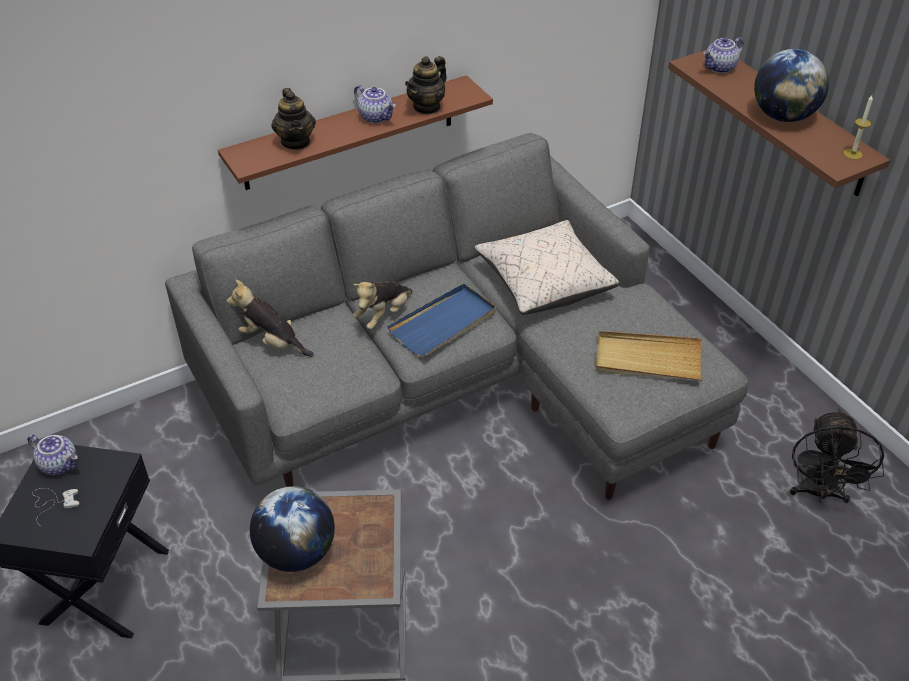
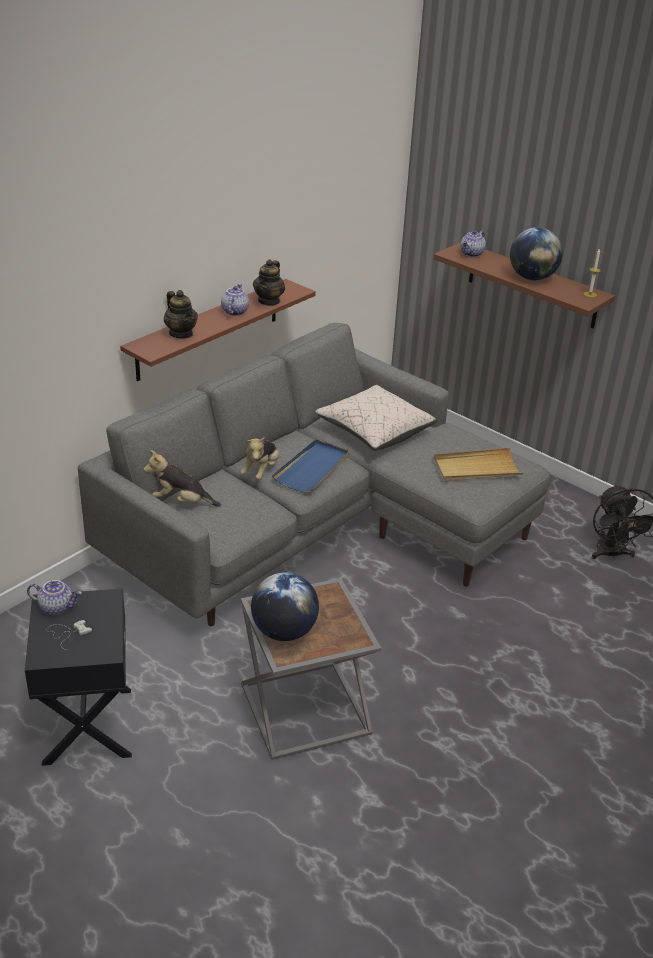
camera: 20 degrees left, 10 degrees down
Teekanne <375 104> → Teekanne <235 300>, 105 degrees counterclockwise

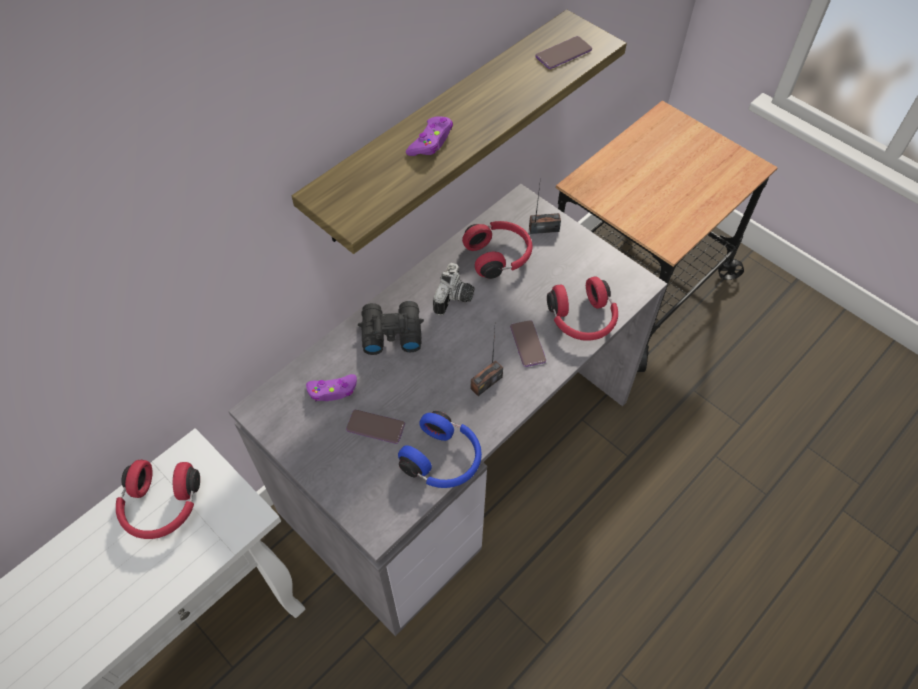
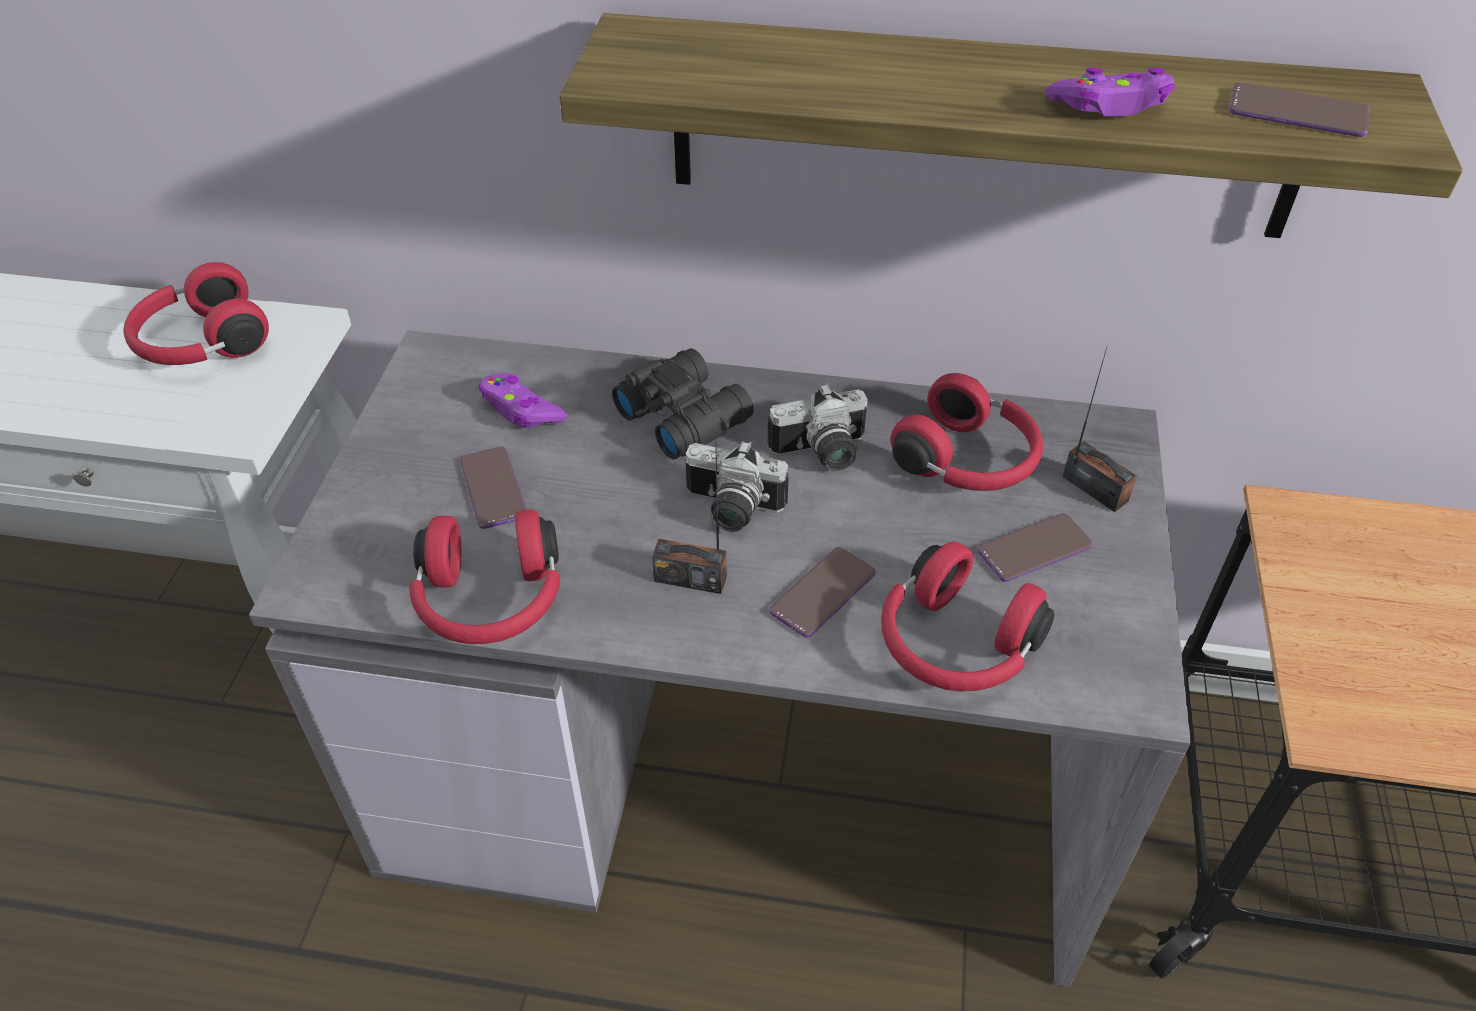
camera: 55 degrees right, 10 degrees down
Gamepad [lila] <429 136> → Gamepad [lila] <1110 92>, shifted
Kopfhörer [blau] <440 449> → Kopfhörer [rot] <485 576>
- → Kamera <737 486>
- → Handy <1035 547>

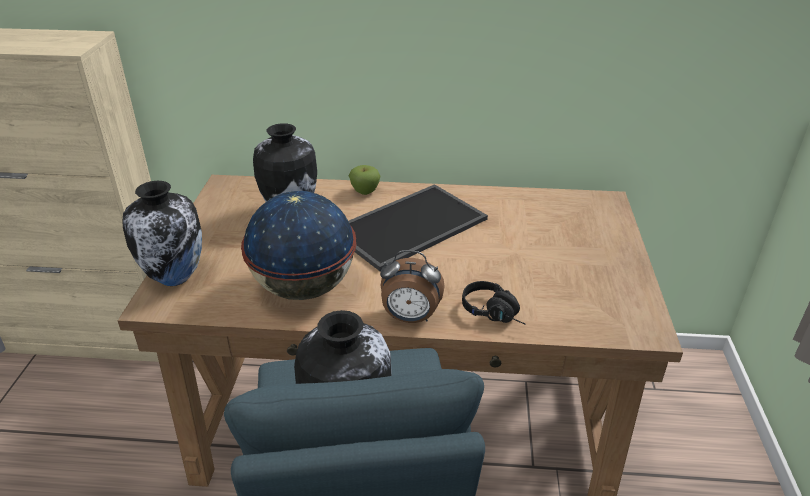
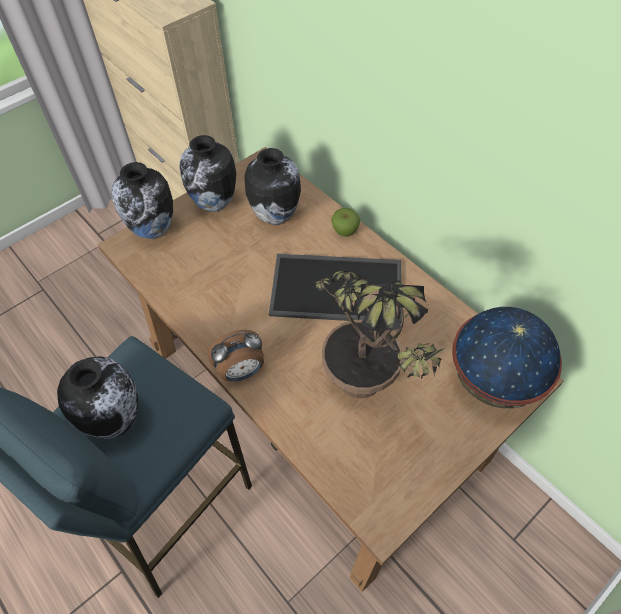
camera: 45 degrees right, 20 degrees up
Globus <298 245> → Globus <507 358>, shifted
Wecker <412 286> → Wecker <236 355>, 75 degrees counterclockwise
Kopfhörer [schwarz] <493 302> → -
- → Vase <207 173>
- → Topfpflanze <380 334>

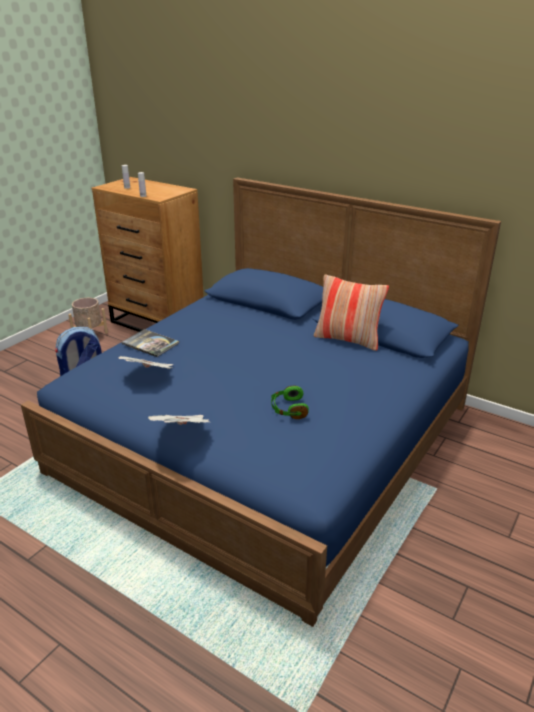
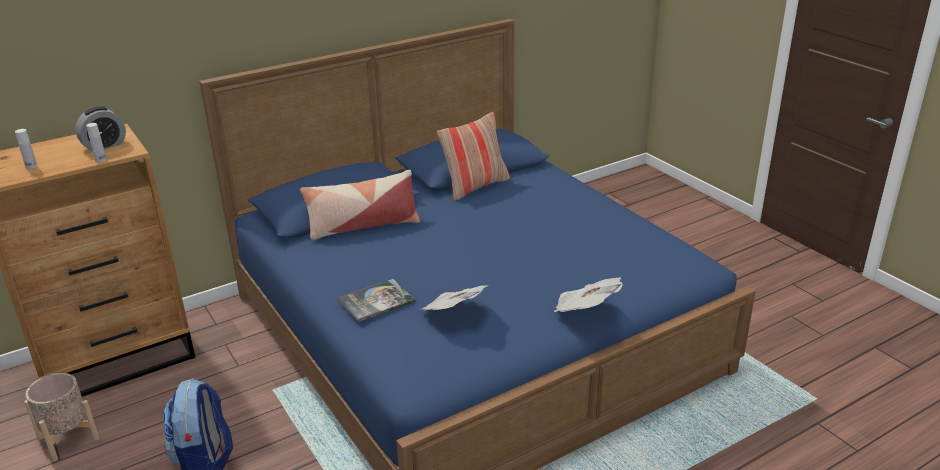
camera: 65 degrees left, 0 degrees up
Kopfhörer [grün] <290 402> → -
- → Wecker <100 129>
- → Kissen <360 205>

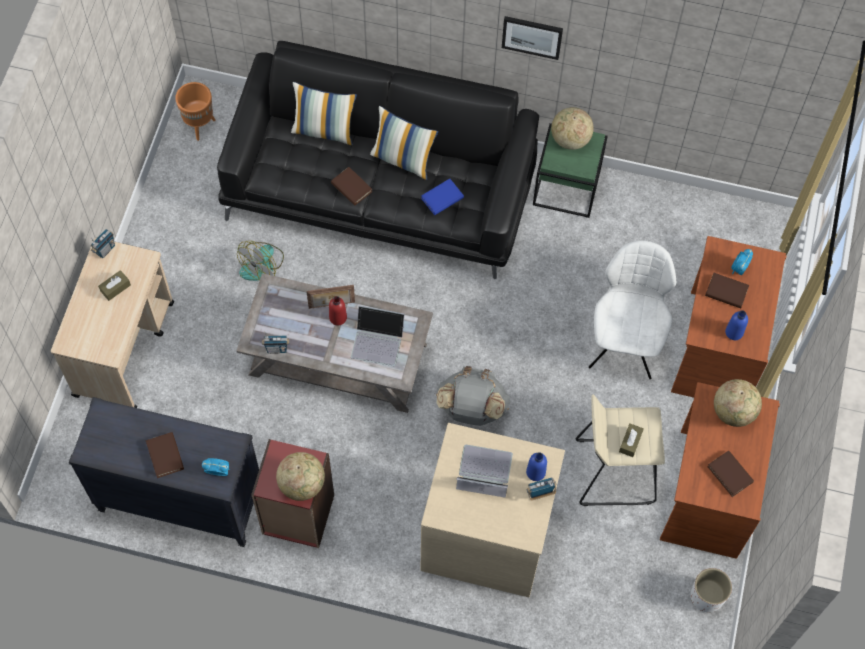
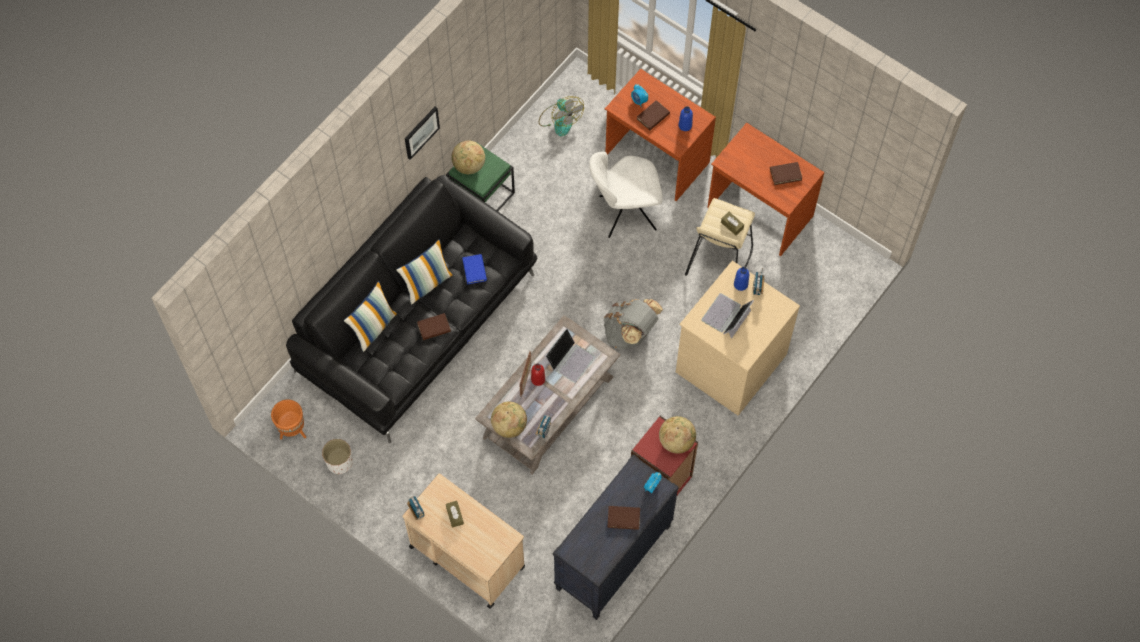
camera: 65 degrees left, 0 degrees up
Stuhl [weiß] <632 309> → Stuhl [weiß] <626 195>, 45 degrees counterclockwise
Ventilator <260 261> → Ventilator <561 116>, shifted
Globus <738 403> → Globus <509 420>, shifted
Pflanzkübel [weiß] <711 590> → Pflanzkübel [weiß] <337 456>, shifted

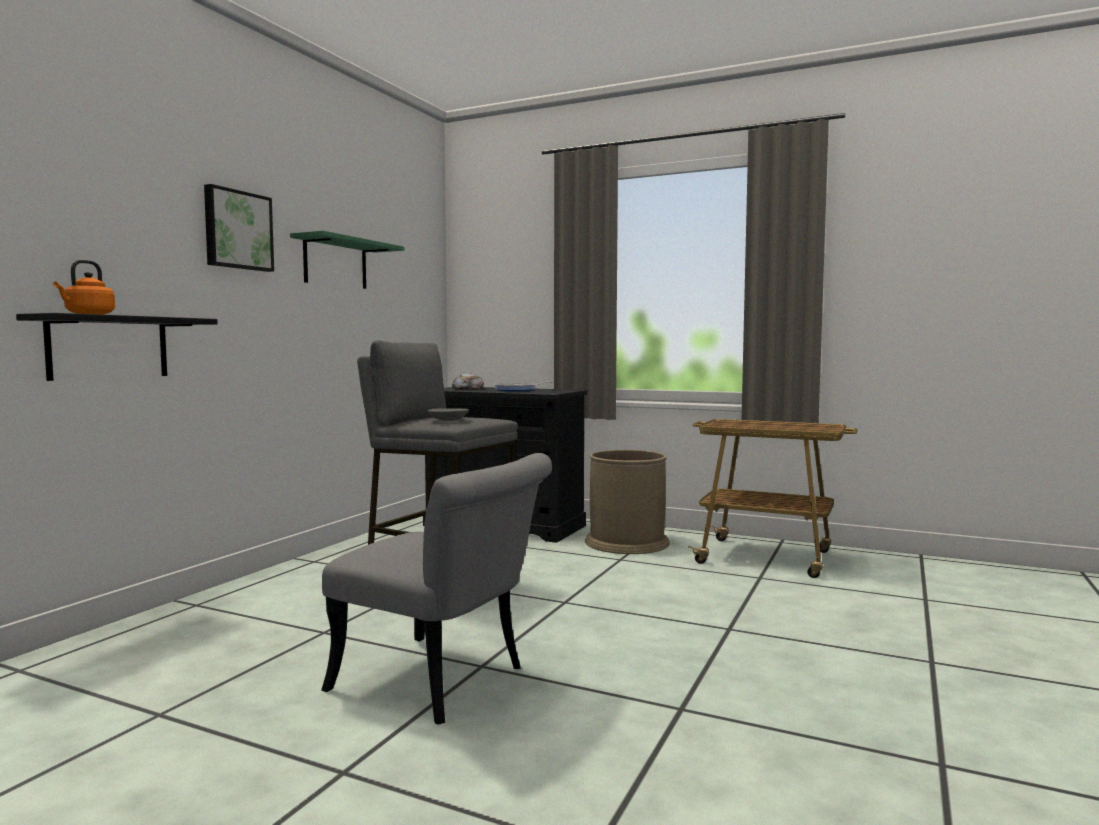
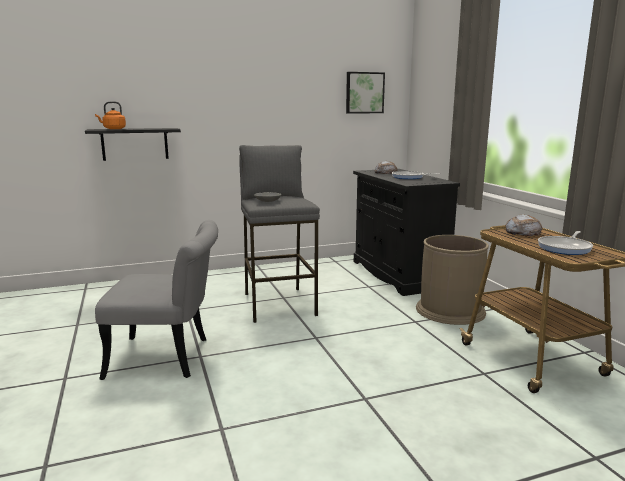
camera: 45 degrees right, 10 degrees up
Bild <239 228> → Bild <365 93>, shifted
Wandregal [grün] <347 259> → -
Stuhl [grau] <436 588> → Stuhl [grau] <156 300>, 75 degrees counterclockwise
- → Brot <523 225>
- → Pfanne <565 243>

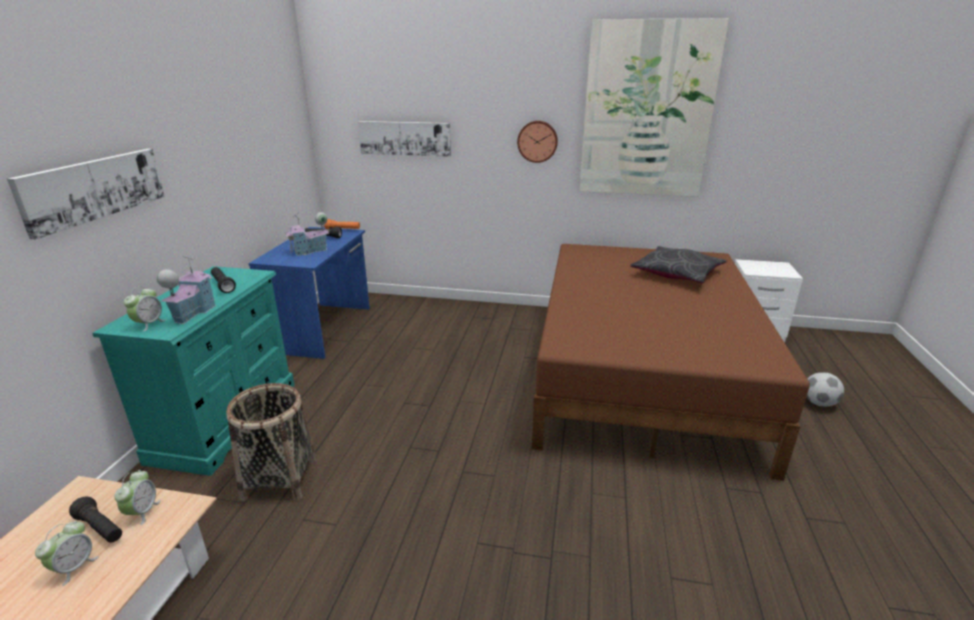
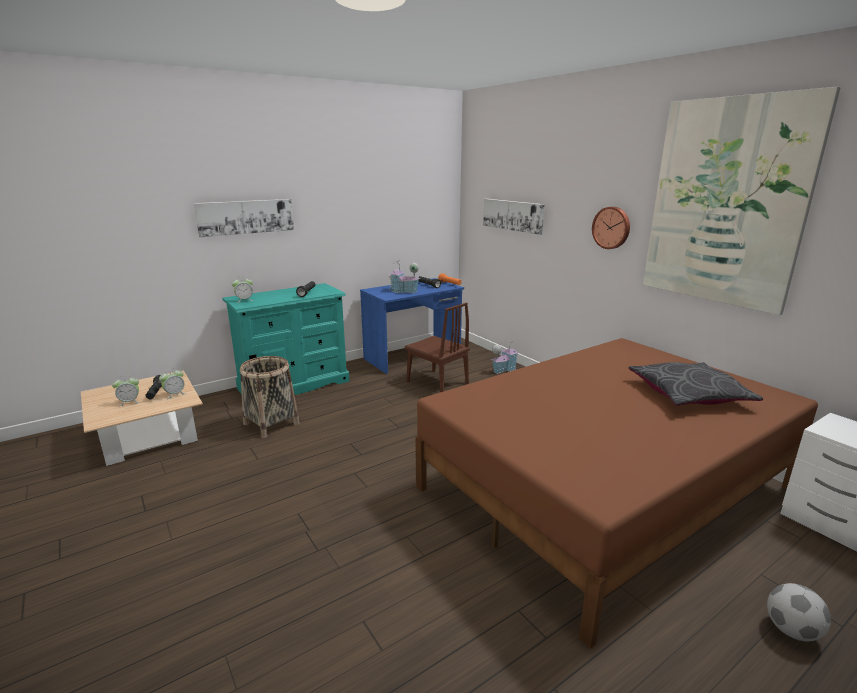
camera: 45 degrees right, 5 degrees down
Spielzeughaus <186 290> → Spielzeughaus <504 357>, shifted
- → Stuhl [braun] <437 347>

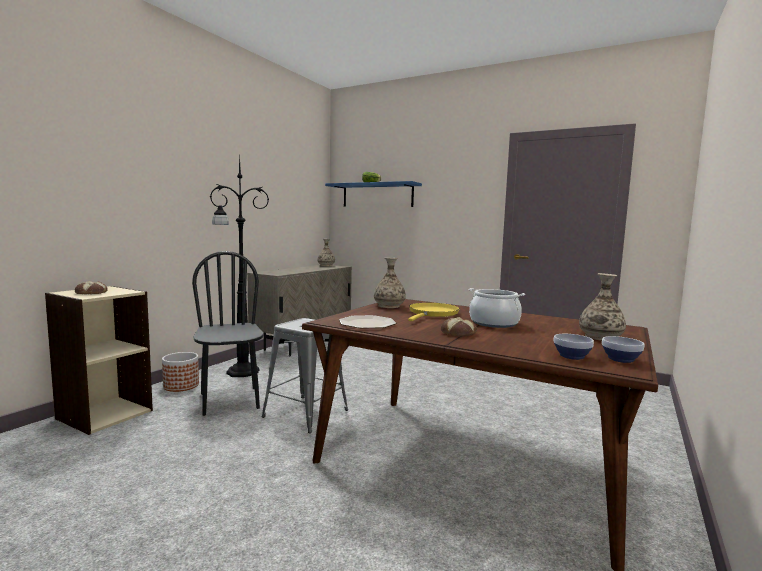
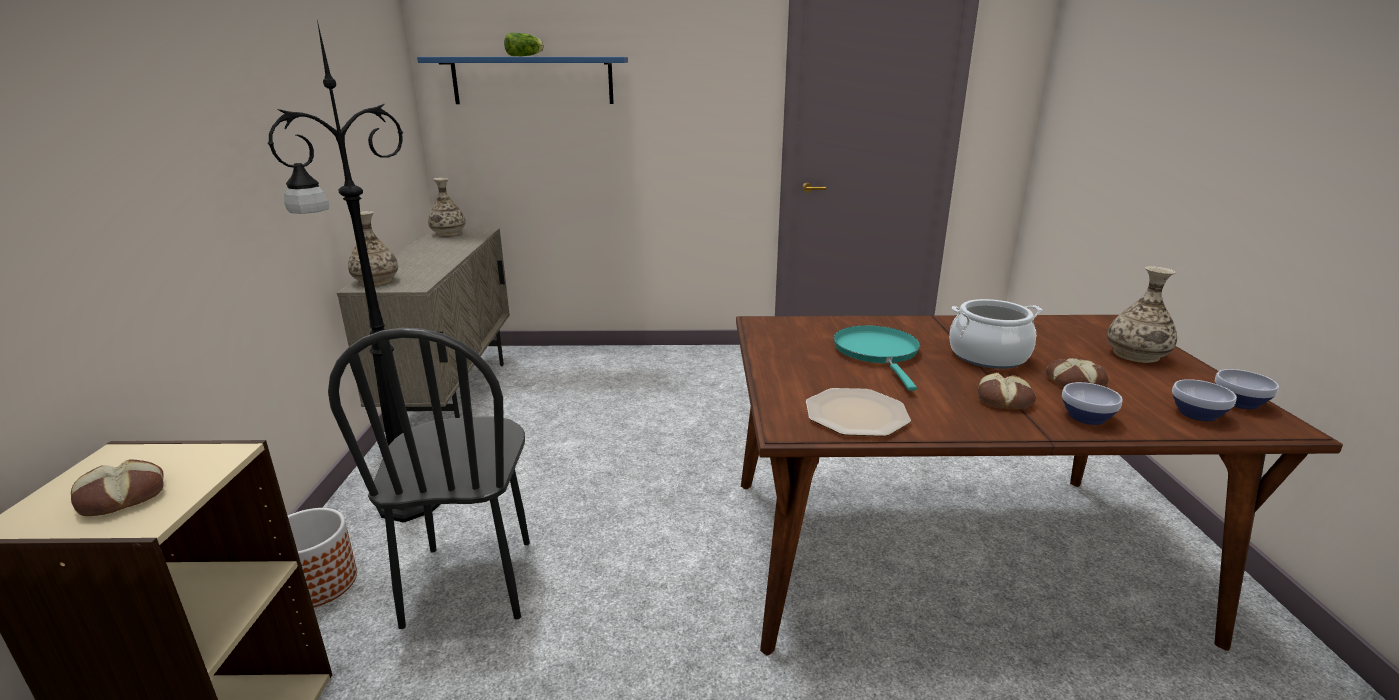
camera: 30 degrees left, 15 degrees up
Stuhl [schwarz] <228 333> → Stuhl [schwarz] <429 478>, 135 degrees counterclockwise
Vase <390 283> → Vase <373 248>, shifted
Pfanne [gelb] <434 312> → Pfanne [türkis] <876 358>
Hocker [grau] <305 375> → -
- → Brot <1077 373>
- → Schüssel <1092 403>

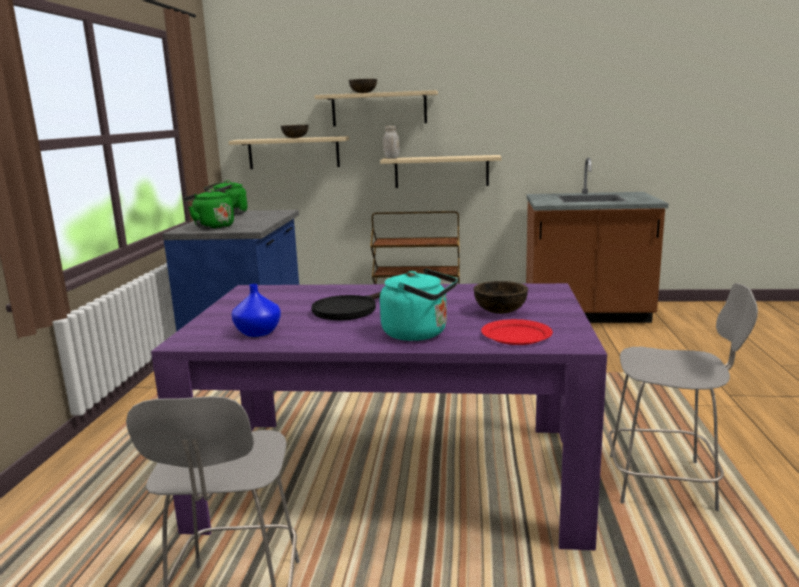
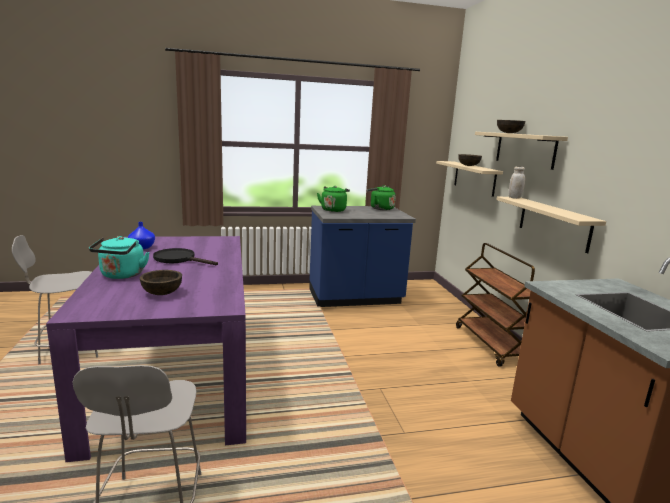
camera: 70 degrees right, 0 degrees up
Teller [rot] <517 332> → -

